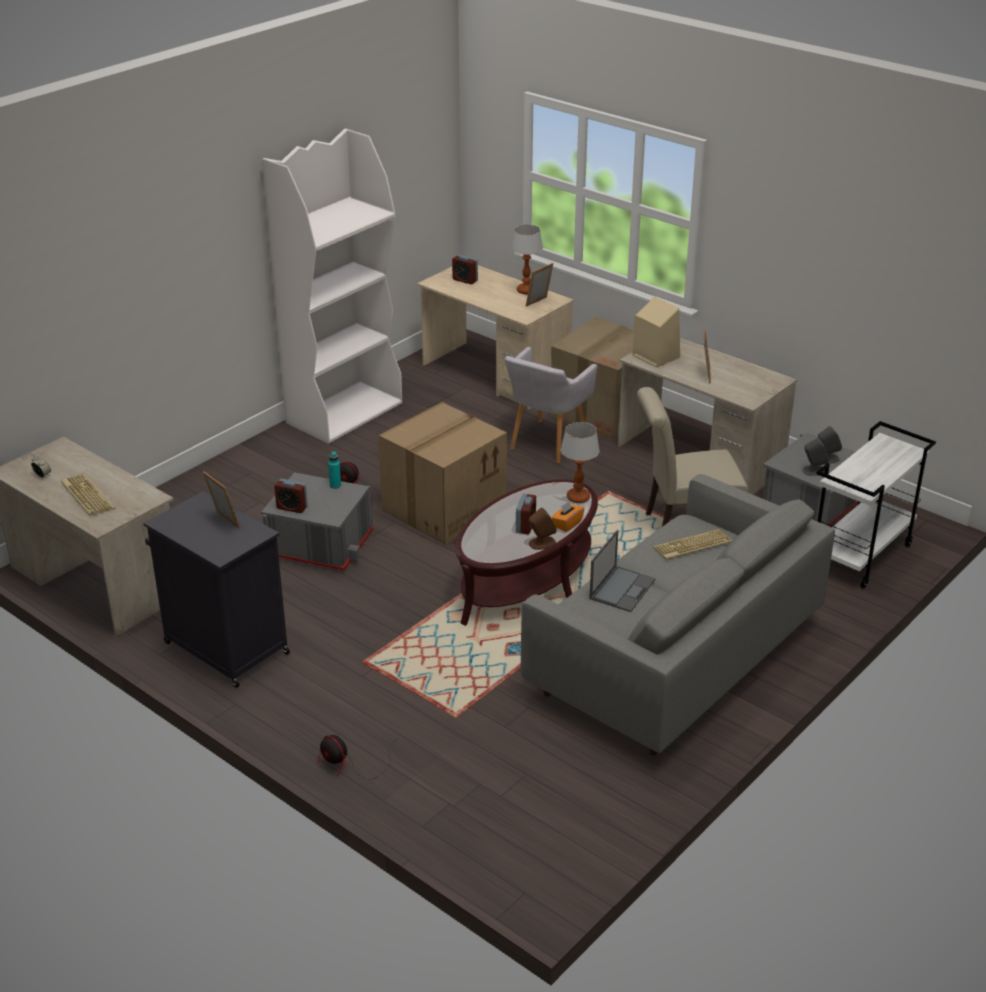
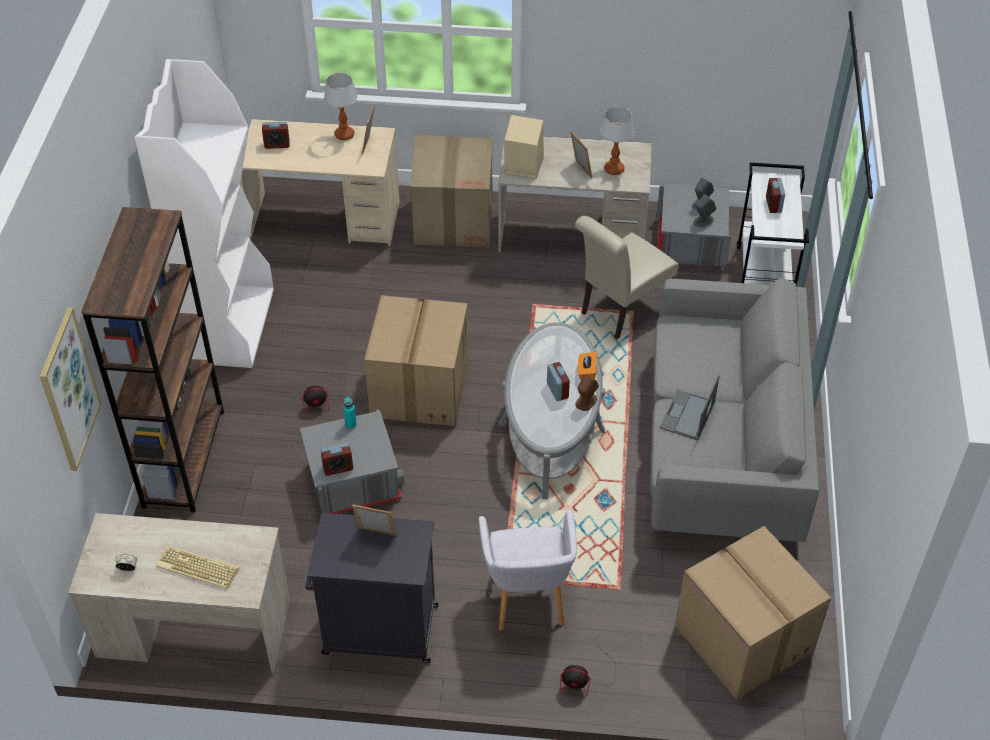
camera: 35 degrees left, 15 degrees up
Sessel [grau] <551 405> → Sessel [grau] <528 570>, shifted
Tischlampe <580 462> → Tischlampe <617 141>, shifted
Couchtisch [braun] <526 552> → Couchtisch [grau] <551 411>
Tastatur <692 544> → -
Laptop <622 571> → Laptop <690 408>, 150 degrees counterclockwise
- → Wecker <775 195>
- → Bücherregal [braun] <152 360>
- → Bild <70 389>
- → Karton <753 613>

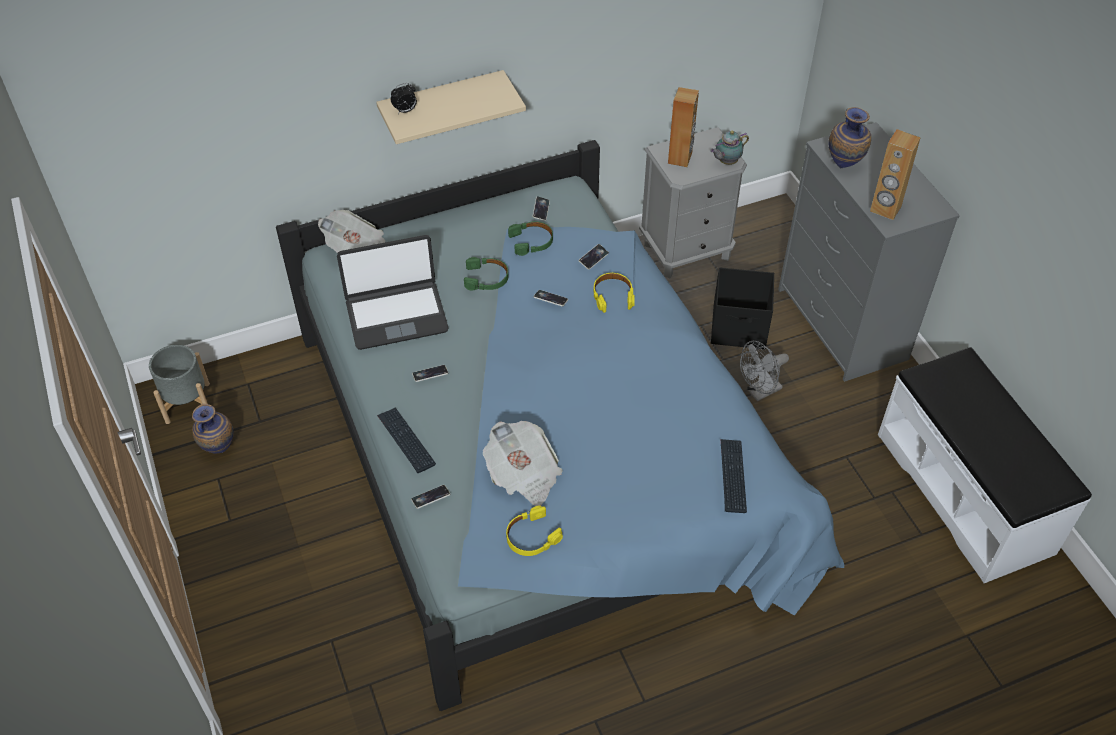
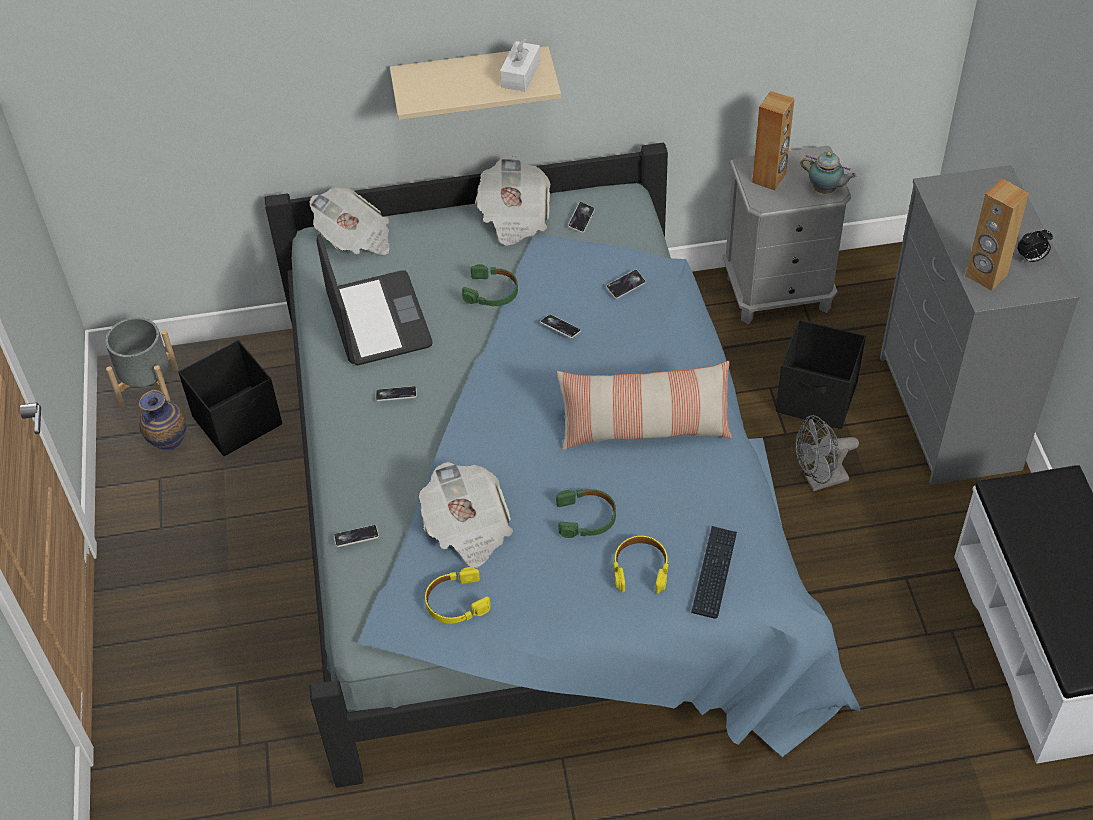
camera: 15 degrees right, 0 degrees up
Wecker <404 98> → Wecker <1035 245>, shifted
Vase <849 137> → -
Teekanne <729 148> → Teekanne <828 173>, 135 degrees counterclockwise
Kopfhörer [grün] <530 238> → Kopfhörer [grün] <586 513>, shifted
Laptop <393 292> → Laptop <374 299>, 105 degrees counterclockwise
Kopfhörer [gelb] <614 293> → Kopfhörer [gelb] <641 565>, shifted
Tastatur <406 440> → -
- → Taschentuchbox [weiß] <520 65>
- → Zeitung <512 201>
- → Aufbewahrungsbox [schwarz] <230 398>
- → Kissen <644 405>

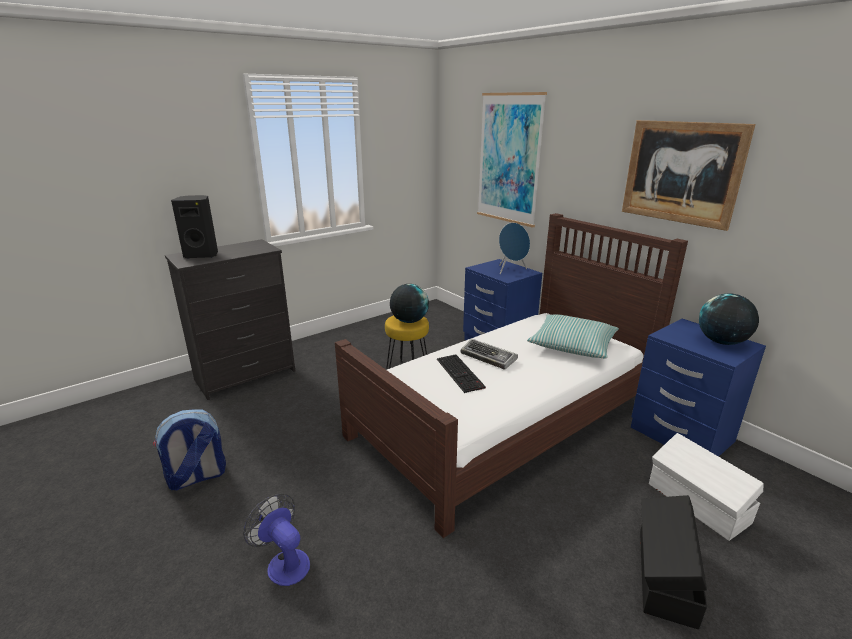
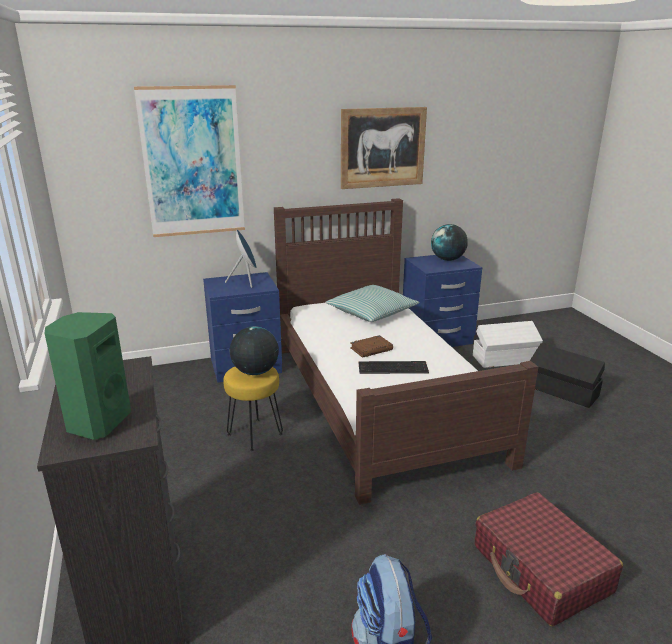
camera: 70 degrees left, 0 degrees up
Lautsprecher [schwarz] <194 226> → Lautsprecher [grün] <87 376>
Tastatur <489 354> → Buch [braun] <371 346>
Ventilator <276 540> → Koffer [rot] <549 559>

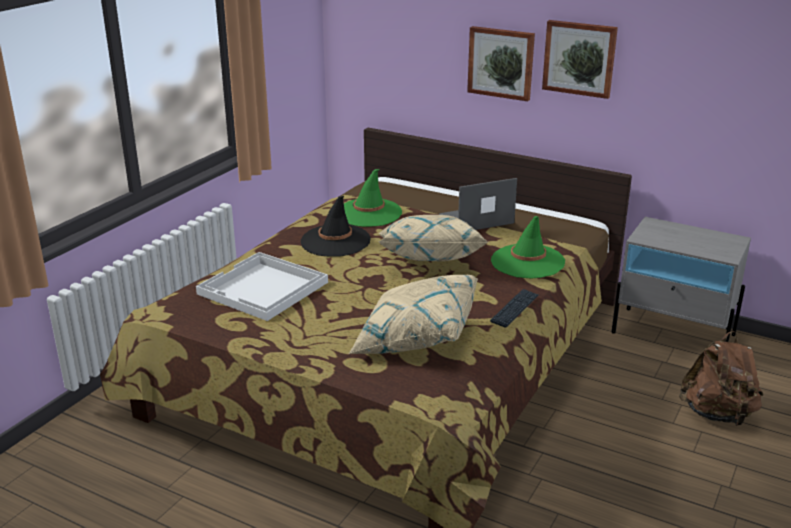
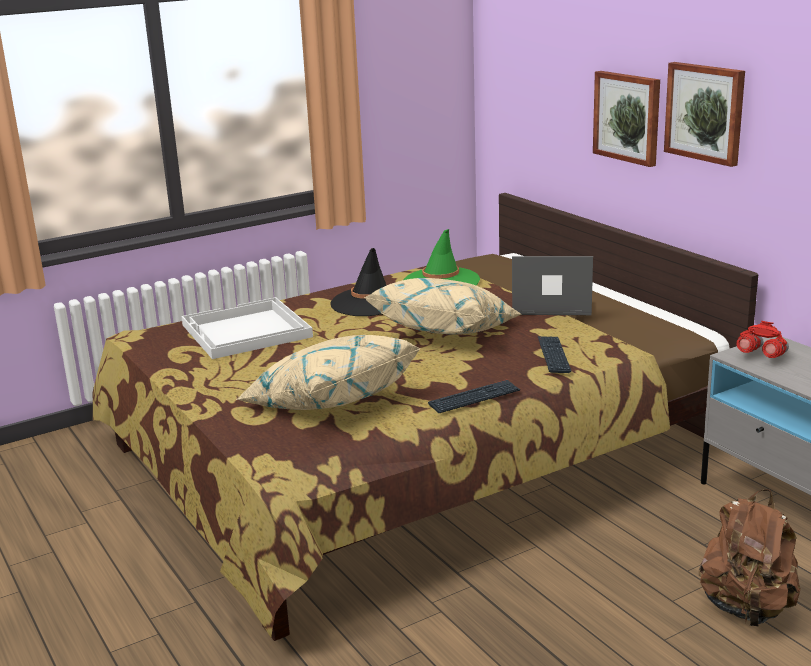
camera: 30 degrees right, 5 degrees down
Hut [grün] <528 247> → Tastatur <554 354>
- → Fernglas [rot] <762 339>

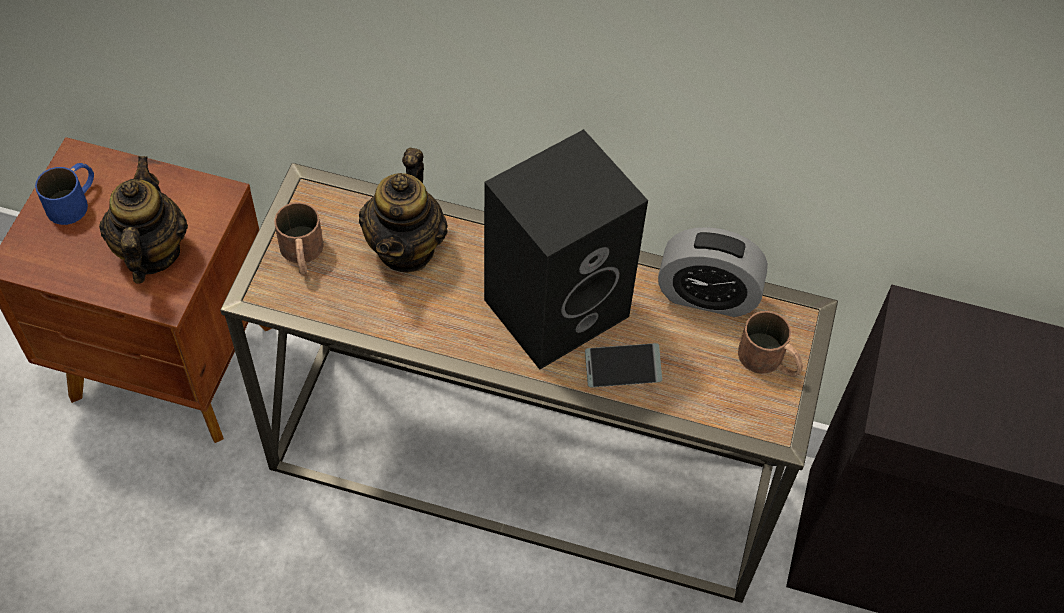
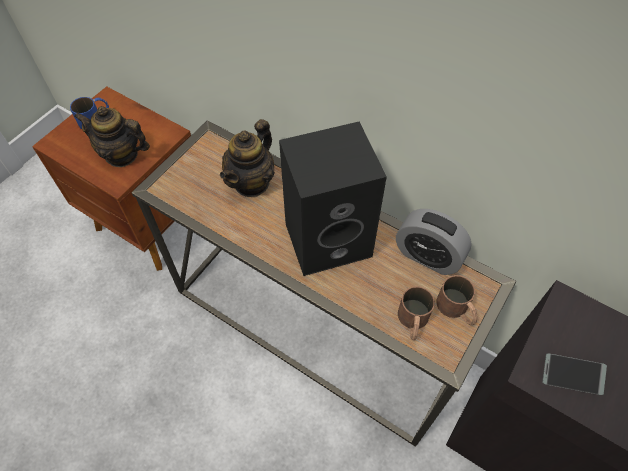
camera: 20 degrees right, 0 degrees up
Teekanne <143 220> → Teekanne <112 136>, 90 degrees counterclockwise
Henkelbecher [braun] <299 238> → Henkelbecher [braun] <416 313>, shifted
Handy <623 365> → Handy <574 374>, shifted

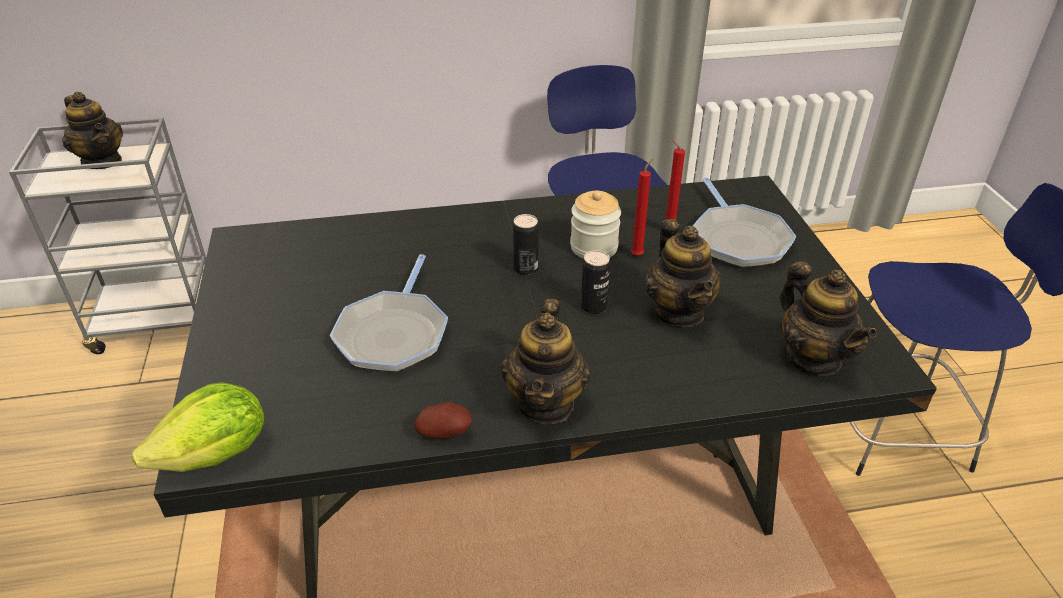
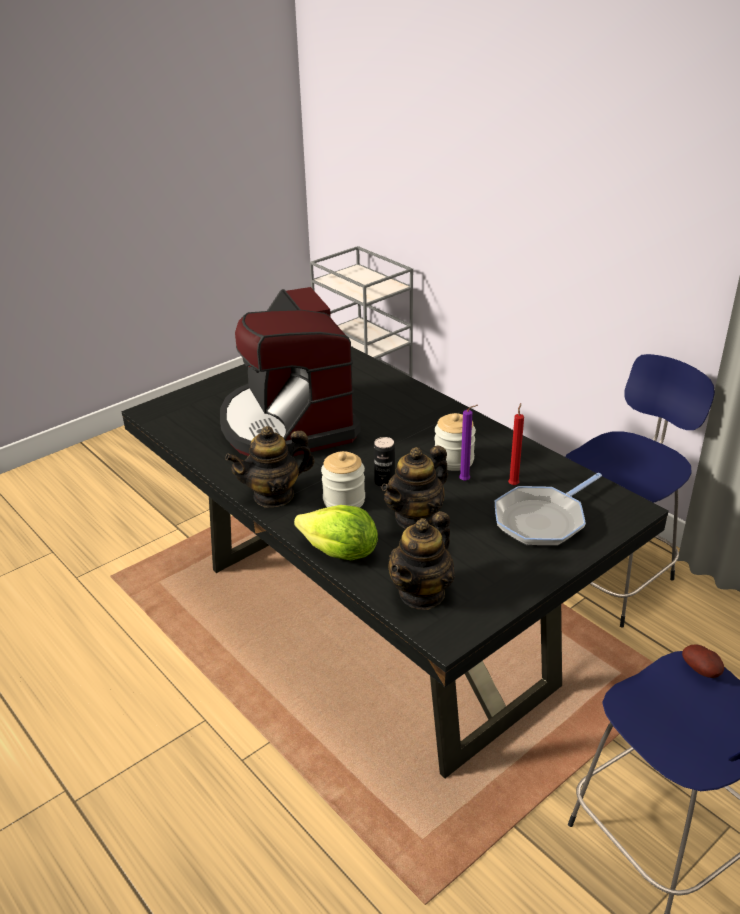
camera: 60 degrees right, 5 degrees down
Teekanne <92 130> → -
Kerze [rot] <642 207> → Kerze [lila] <468 443>
Dose <526 244> → -
Pfanne <389 313> → Kaffeemaschine <290 371>
Salatkopf <198 427> → Salatkopf <336 532>, shifted
Kartoffel <443 420> → Kartoffel <703 661>, shifted
- → Vorratsglas <343 479>

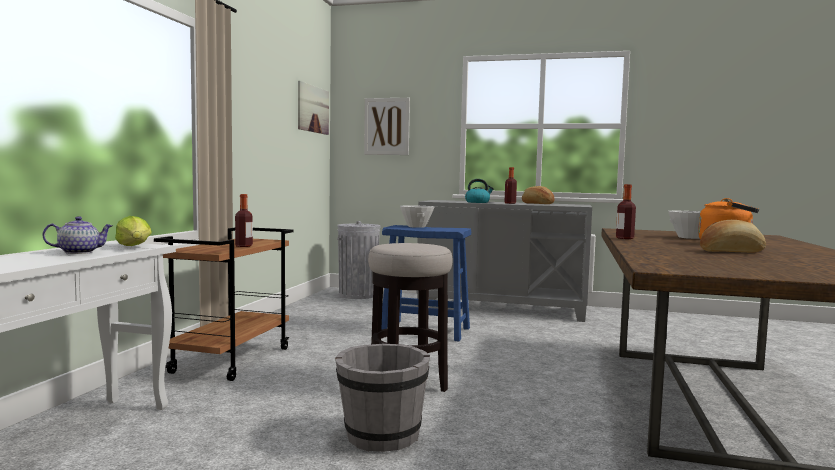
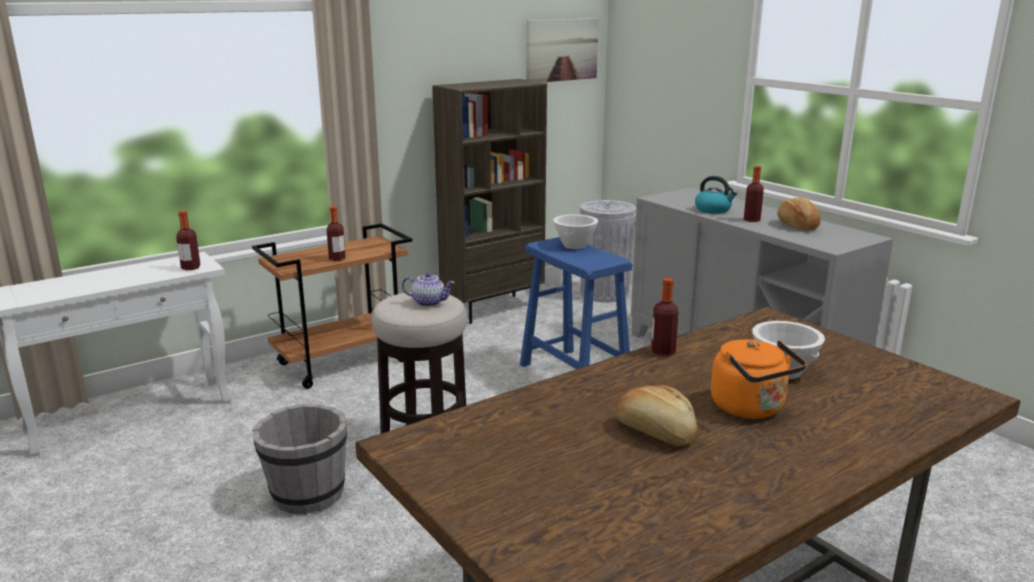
camera: 40 degrees right, 15 degrees up
Bild <387 126> → -
Teekanne <77 235> → Teekanne <428 289>, shifted
Salatkopf <133 231> → Flasche <188 240>
- → Bücherregal [braun] <489 201>

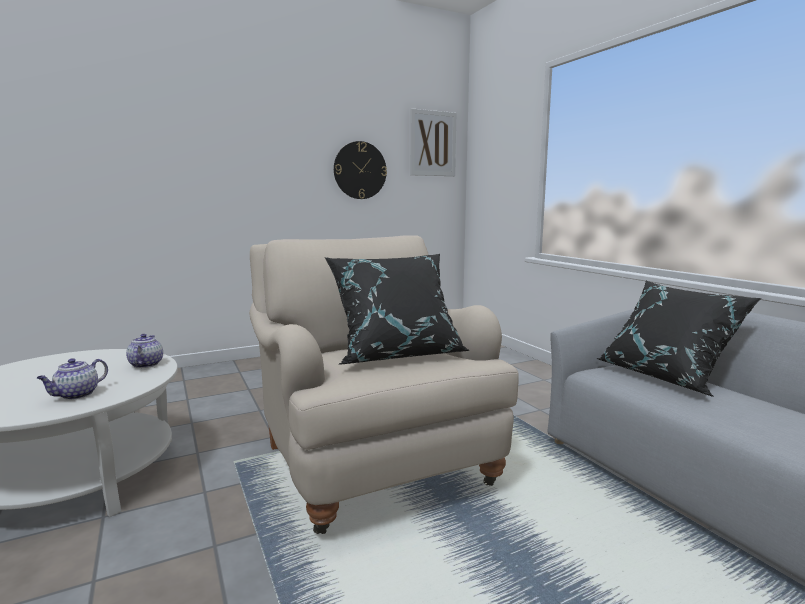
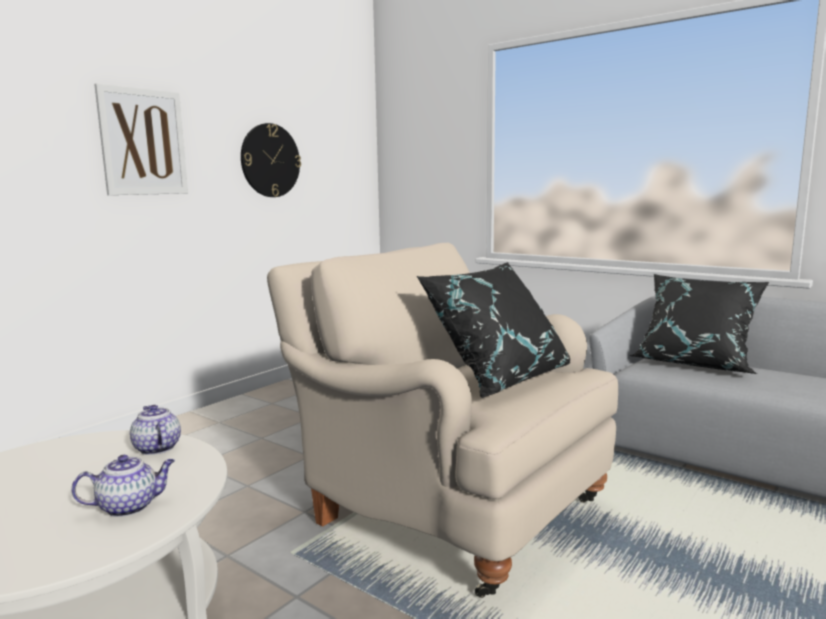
camera: 25 degrees left, 0 degrees up
Bild <433 142> → Bild <141 139>, shifted
Teekanne <72 379> → Teekanne <123 486>, 120 degrees counterclockwise

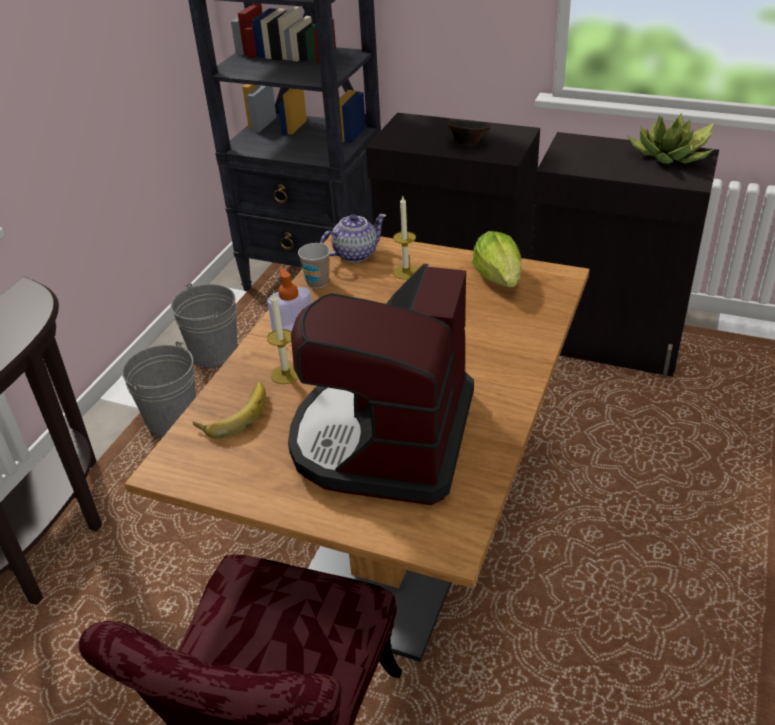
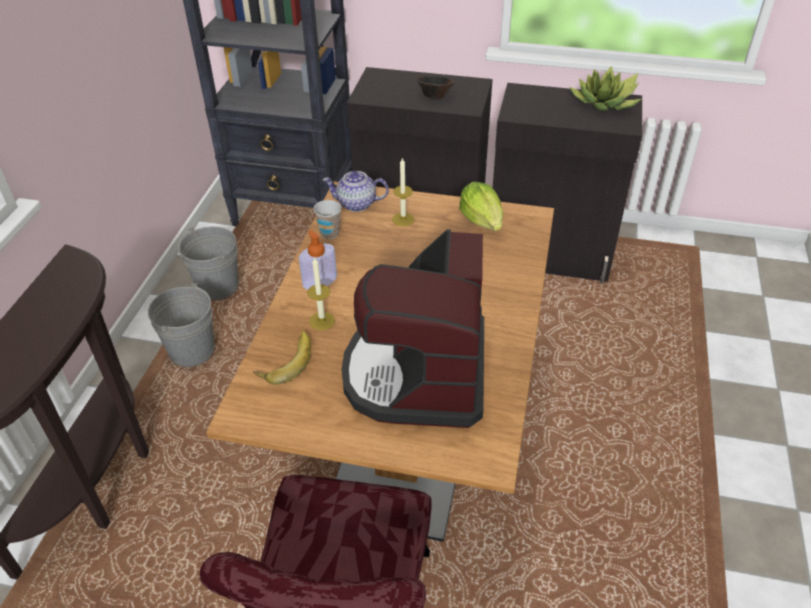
camera: 10 degrees left, 5 degrees up
Teekanne <353 238> → Teekanne <356 191>, 135 degrees counterclockwise

